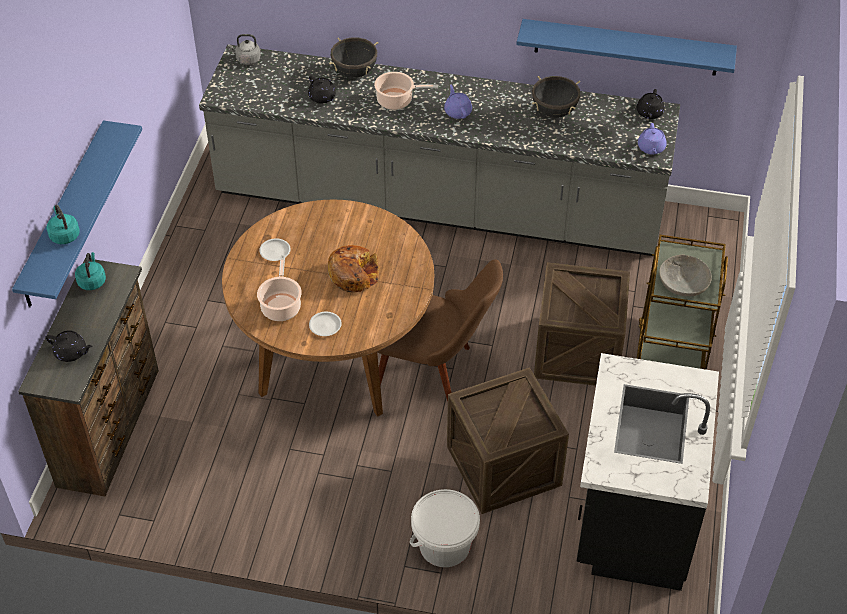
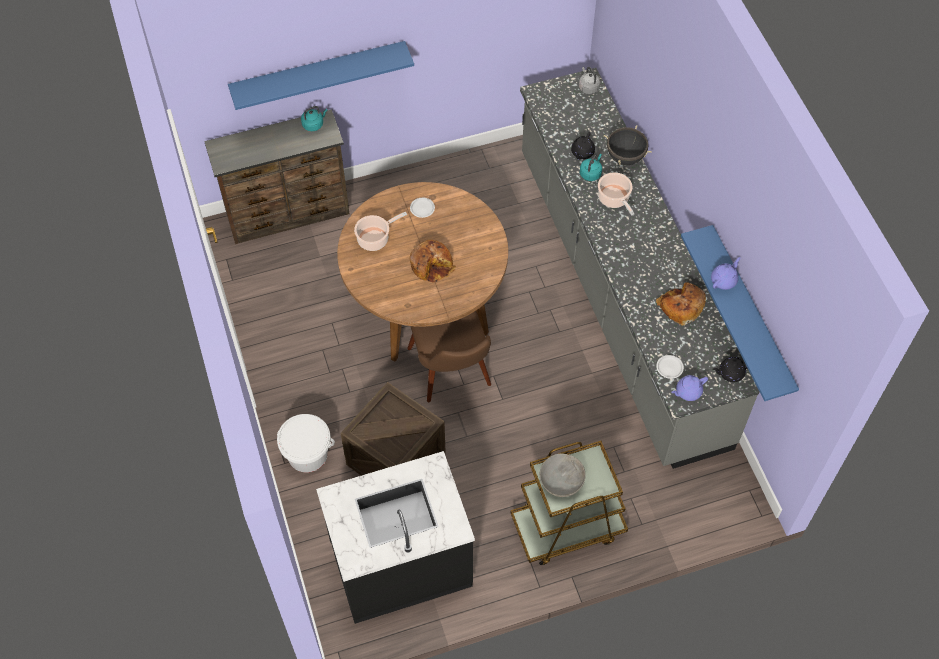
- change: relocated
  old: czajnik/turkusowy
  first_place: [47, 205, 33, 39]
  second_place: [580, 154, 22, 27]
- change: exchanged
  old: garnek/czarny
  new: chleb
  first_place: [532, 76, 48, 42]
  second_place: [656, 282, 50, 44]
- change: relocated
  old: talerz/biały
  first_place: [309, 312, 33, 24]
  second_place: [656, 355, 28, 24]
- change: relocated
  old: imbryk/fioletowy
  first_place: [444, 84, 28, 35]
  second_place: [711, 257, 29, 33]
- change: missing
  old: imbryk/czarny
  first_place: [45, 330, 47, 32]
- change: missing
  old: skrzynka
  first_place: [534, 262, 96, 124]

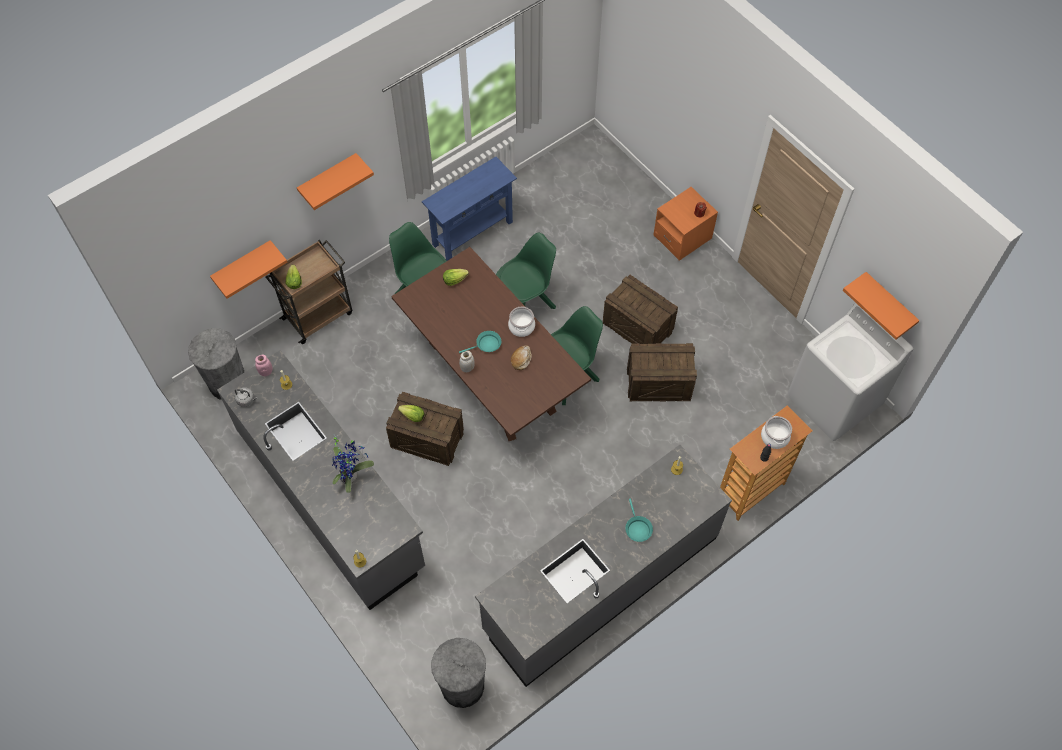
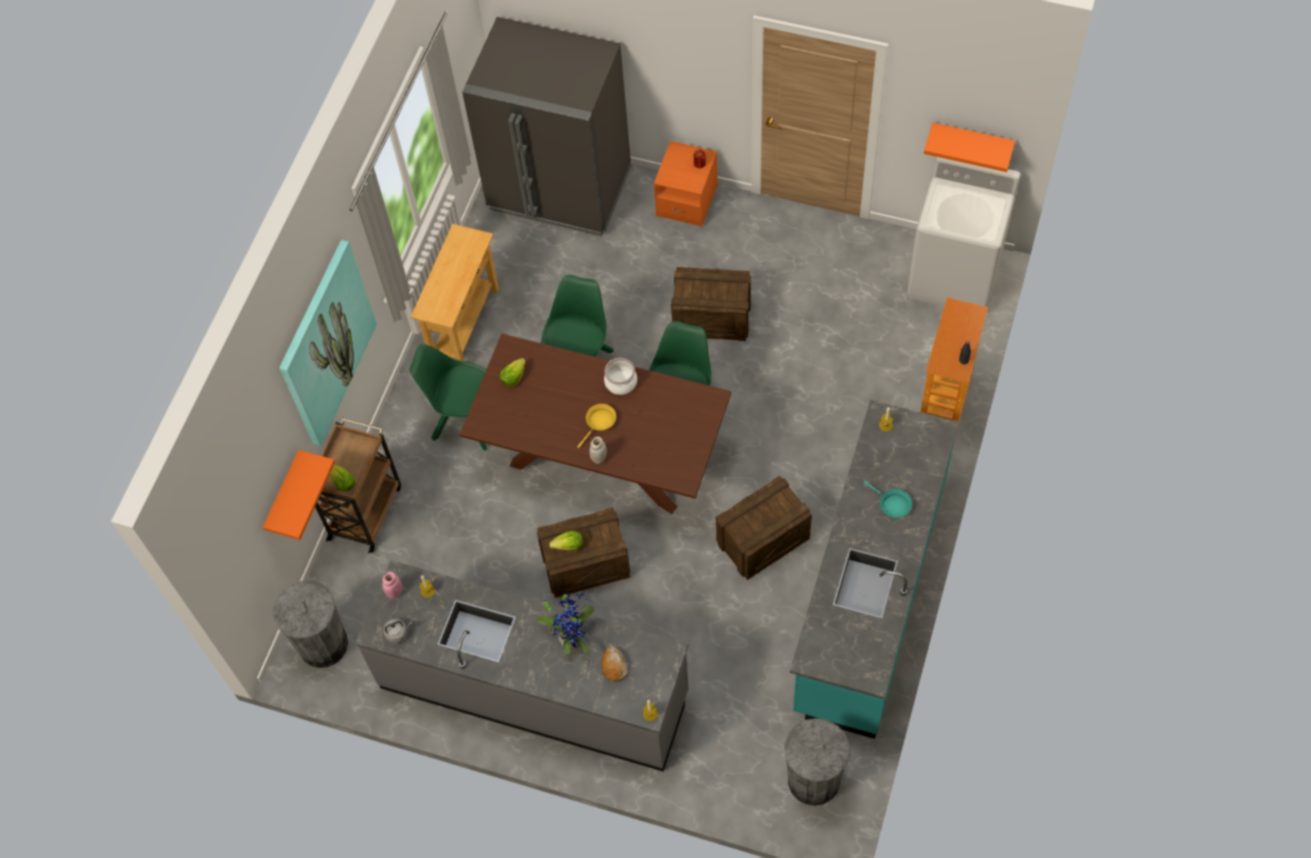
- change: exchanged
  old: półka/pomarańczowy
  new: obraz
  first_place: [297, 153, 77, 57]
  second_place: [279, 240, 98, 206]
- change: colour
  old: stolik konsolowy/niebieski
  new: stolik konsolowy/beżowy
  first_place: [422, 157, 95, 104]
  second_place: [411, 224, 88, 138]
- change: appeared
  new: lodówka/szary
  second_place: [462, 17, 169, 219]
- change: colour
  old: patelnia/turkusowy
  new: patelnia/żółty
  first_place: [459, 331, 42, 22]
  second_place: [577, 404, 39, 44]
- change: relocated
  old: chleb
  first_place: [511, 345, 21, 25]
  second_place: [601, 645, 26, 37]
- change: relocated
  old: skrzynka
  first_place: [627, 343, 70, 58]
  second_place: [716, 475, 96, 105]
- change: colour
  old: zabudowa kuchenna/szary
  new: zabudowa kuchenna/turkusowy
  first_place: [475, 445, 257, 242]
  second_place: [790, 400, 169, 339]
- change: missing
  old: garnek
  first_place: [761, 416, 31, 33]

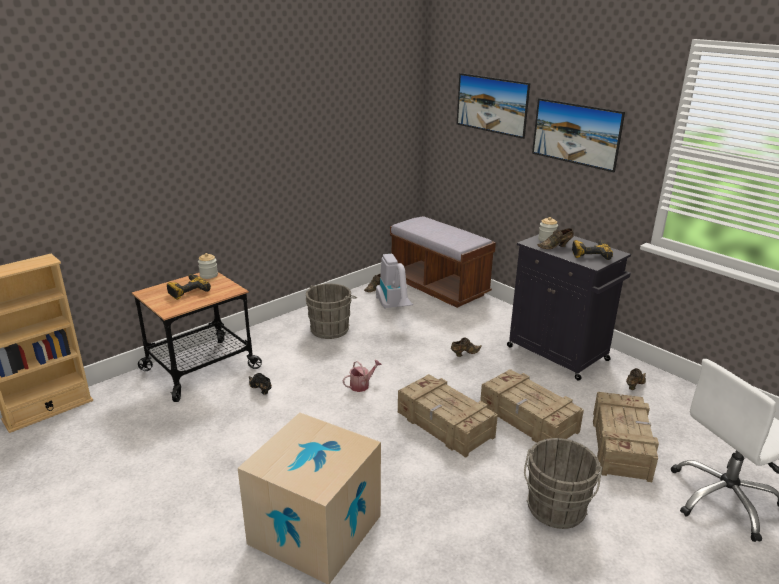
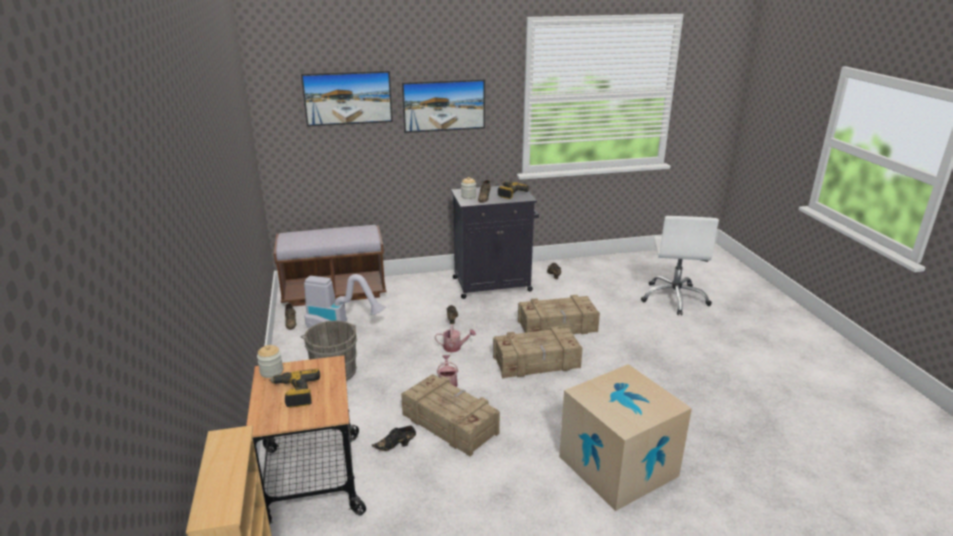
- change: relocated
  old: skrzynka
  first_place: [593, 392, 66, 90]
  second_place: [401, 374, 99, 83]
- change: appeared
  new: konewka
  second_place: [435, 324, 41, 29]
- change: missing
  old: wiadro/szary
  first_place: [524, 438, 78, 91]

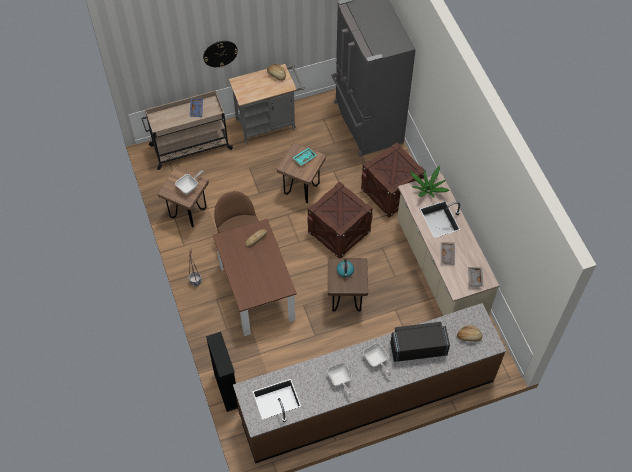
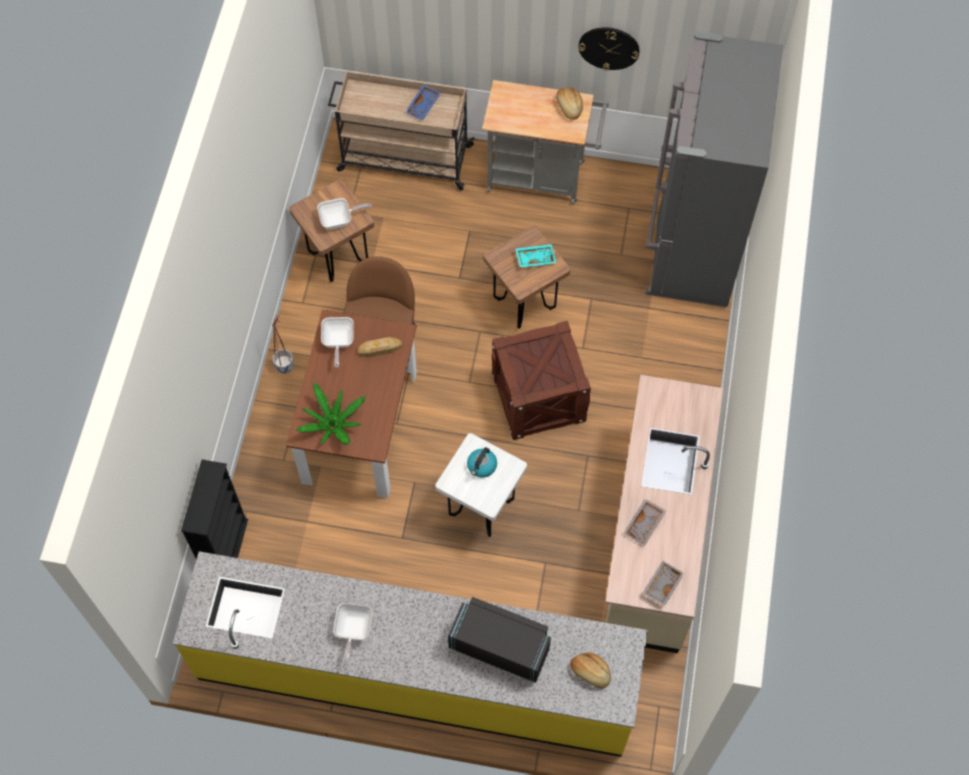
- change: colour
  old: zabudowa kuchenna/brązowy
  new: zabudowa kuchenna/żółty
  first_place: [233, 303, 273, 161]
  second_place: [173, 551, 475, 206]
- change: relocated
  old: roślina doniczkowa
  first_place: [410, 165, 40, 33]
  second_place: [296, 383, 70, 62]
- change: relocated
  old: patelnia
  first_place: [363, 343, 28, 33]
  second_place: [321, 317, 33, 51]
- change: colour
  old: stołek/brązowy
  new: stołek/biały
  first_place: [328, 258, 40, 54]
  second_place: [435, 433, 92, 104]
- change: relocated
  old: zegar ścienny
  first_place: [203, 41, 35, 26]
  second_place: [578, 27, 62, 44]
- change: missing
  old: skrzynka
  first_place: [361, 143, 65, 75]

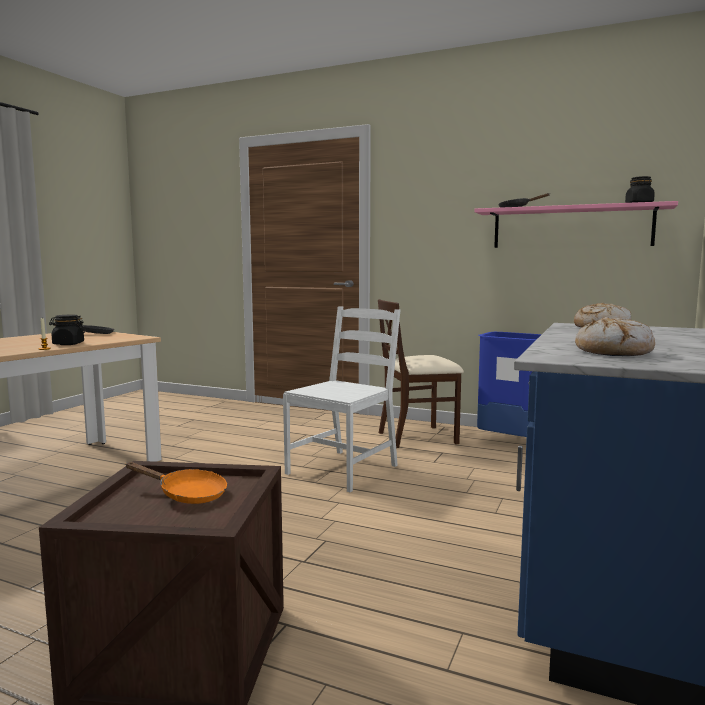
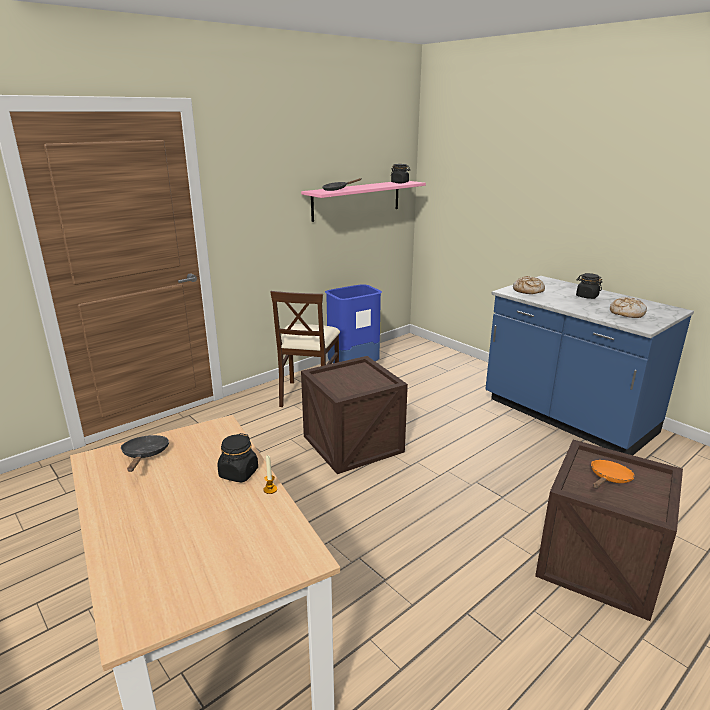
- change: exchanged
  old: krzesło/biały
  new: skrzynka
  first_place: [283, 306, 117, 186]
  second_place: [301, 356, 107, 118]
- change: appeared
  new: słoik/czarny
  second_place: [576, 273, 27, 26]

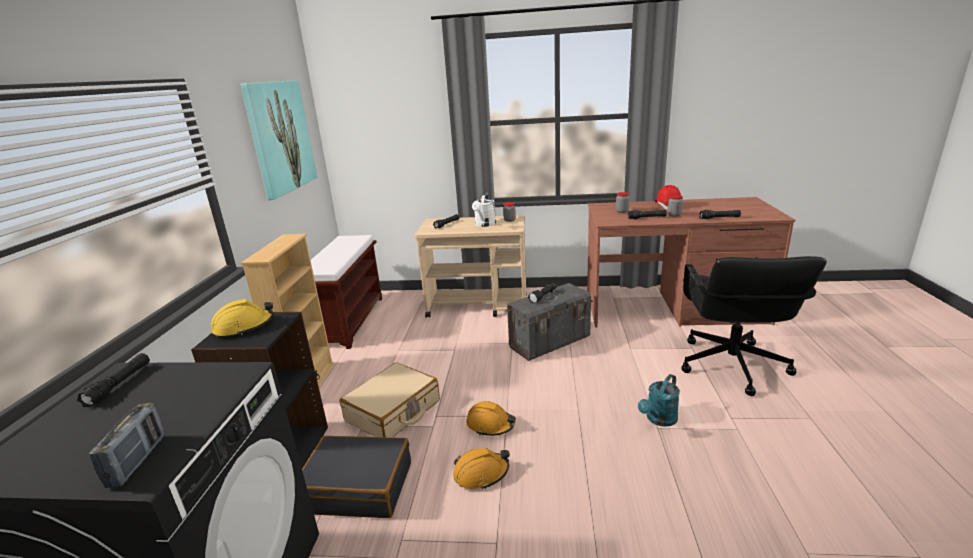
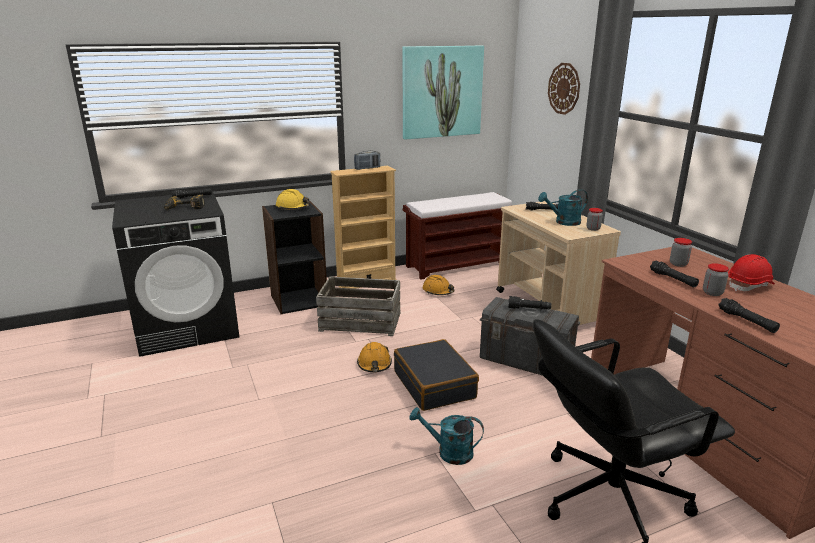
- change: appeared
  new: wiertarka
  second_place: [164, 195, 41, 15]
- change: exchanged
  old: walizka/beżowy
  new: skrzynka
  first_place: [340, 363, 100, 75]
  second_place: [316, 276, 84, 60]
- change: relocated
  old: radio
  first_place: [89, 403, 76, 85]
  second_place: [354, 150, 26, 20]
- change: relocated
  old: walizka/czarny
  first_place: [302, 436, 109, 82]
  second_place: [394, 339, 85, 72]
- change: relocated
  old: kask/pomarańczowy
  first_place: [453, 448, 57, 41]
  second_place: [422, 275, 33, 20]
- change: colour
  old: konewka/biały
  new: konewka/turkusowy
  first_place: [472, 193, 24, 34]
  second_place: [538, 189, 50, 37]
- change: appeared
  new: zegar ścienny
  second_place: [548, 63, 32, 52]

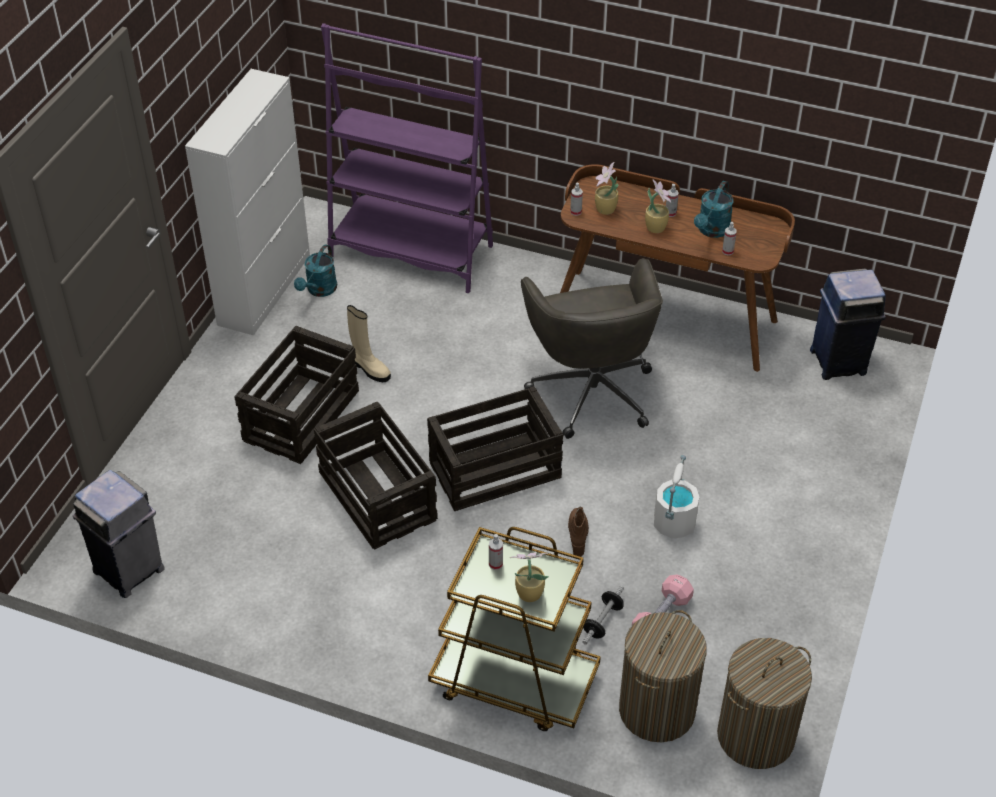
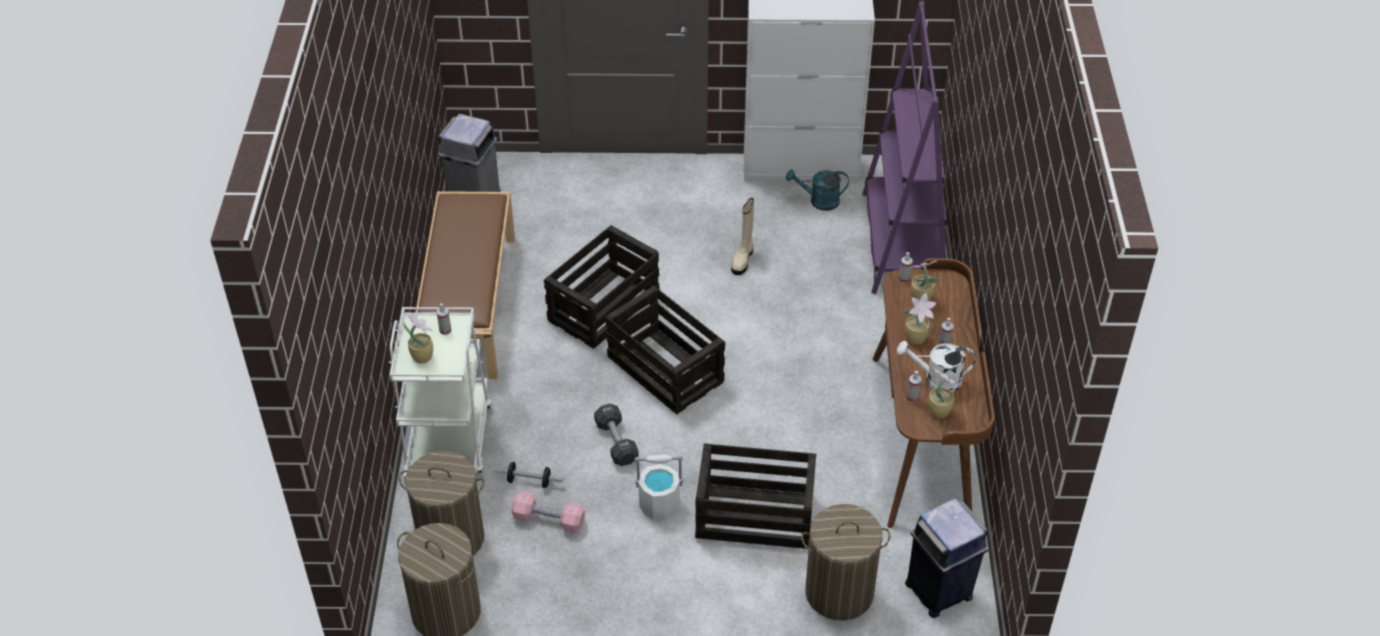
- change: colour
  old: wózek/brązowy
  new: wózek/biały
  first_place: [428, 527, 173, 204]
  second_place: [389, 307, 103, 173]
- change: appeared
  new: ławka/brązowy
  second_place: [416, 191, 99, 188]
- change: exchanged
  old: but z cholewką/brązowy
  new: hantel/czarny
  first_place: [568, 507, 21, 50]
  second_place: [594, 403, 45, 63]
- change: relocated
  old: skrzynka
  first_place: [234, 326, 125, 138]
  second_place: [695, 443, 121, 106]
- change: appeared
  new: kosz na pranie
  second_place: [801, 504, 89, 117]
- change: colour
  old: konewka/turkusowy
  new: konewka/biały
  first_place: [694, 181, 39, 57]
  second_place: [897, 341, 78, 51]
- change: appeared
  new: roślina doniczkowa
  second_place: [927, 368, 31, 51]
- change: missing
  old: krzesło biurowe/szary
  first_place: [521, 258, 142, 181]

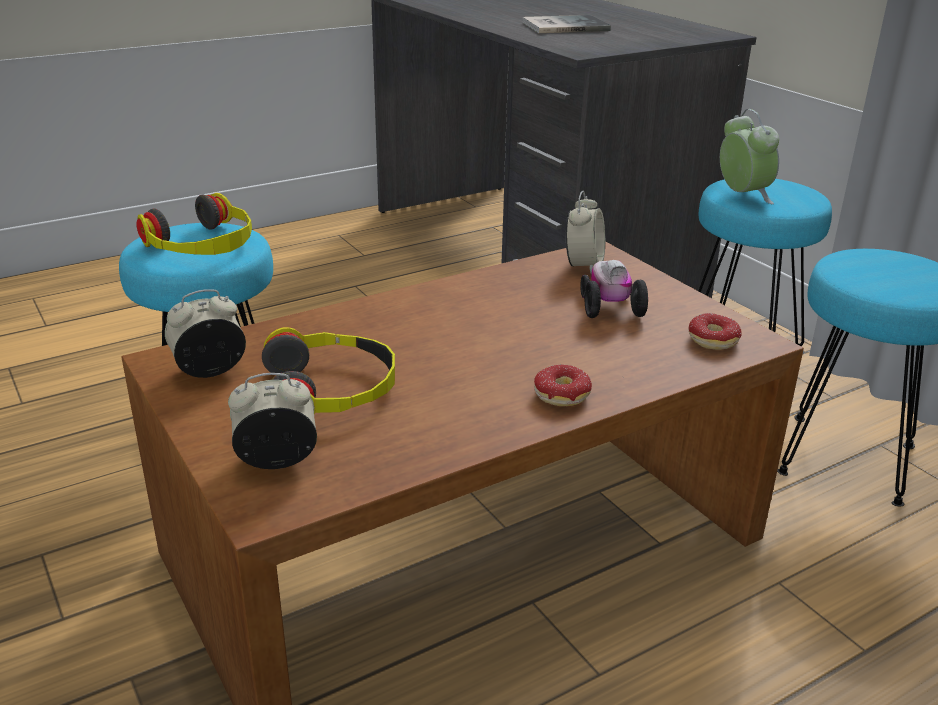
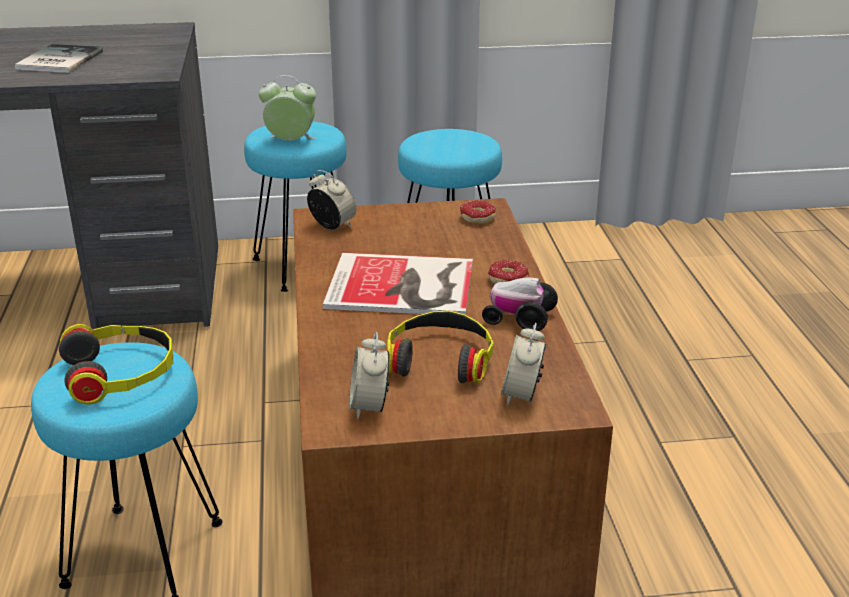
- change: appeared
  new: książka
  second_place: [323, 253, 150, 62]
- change: relocated
  old: samochodzik
  first_place: [580, 260, 68, 58]
  second_place: [482, 277, 76, 54]

